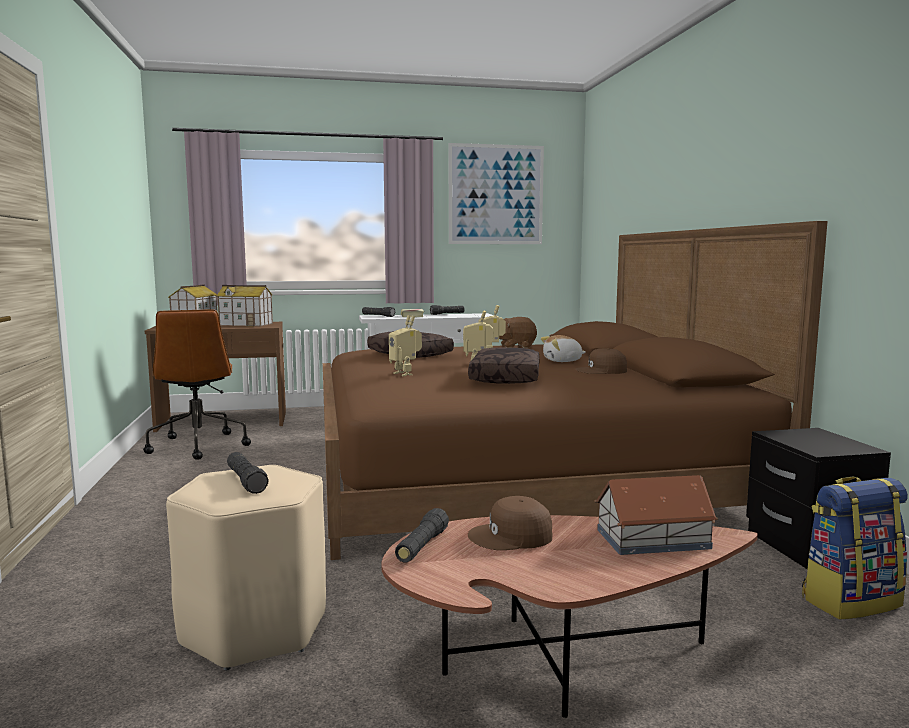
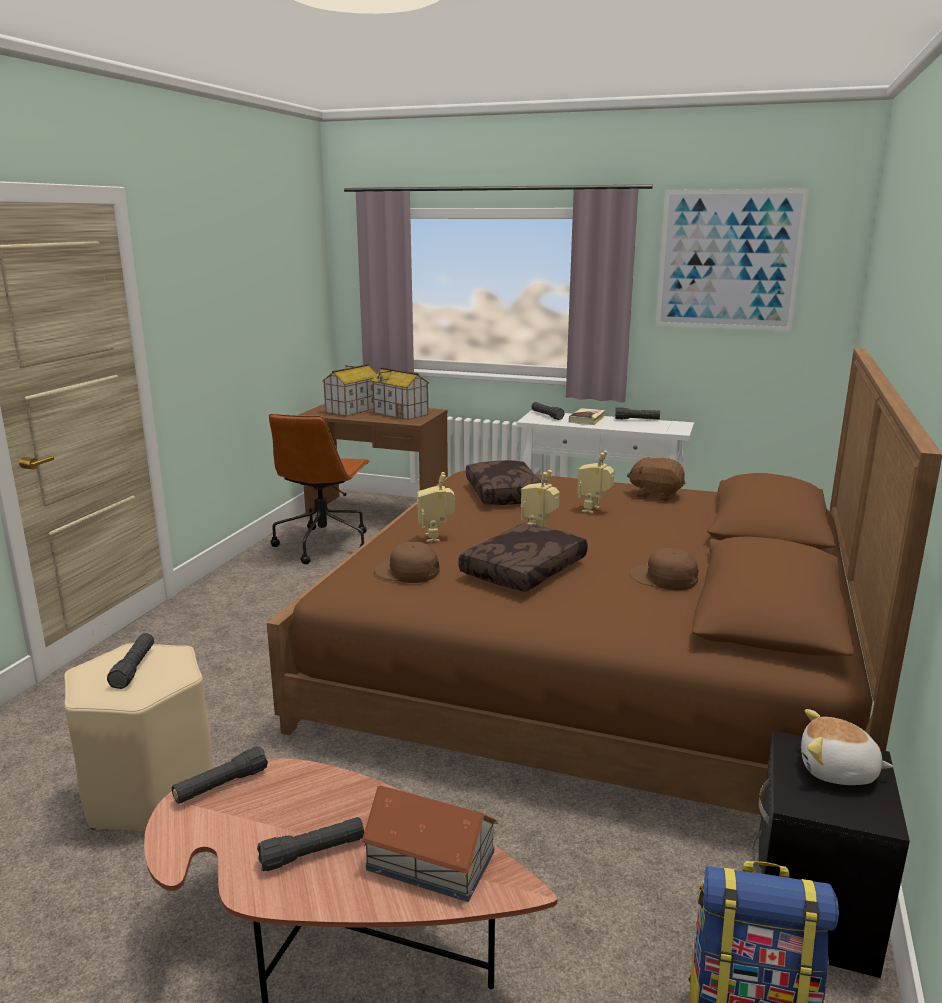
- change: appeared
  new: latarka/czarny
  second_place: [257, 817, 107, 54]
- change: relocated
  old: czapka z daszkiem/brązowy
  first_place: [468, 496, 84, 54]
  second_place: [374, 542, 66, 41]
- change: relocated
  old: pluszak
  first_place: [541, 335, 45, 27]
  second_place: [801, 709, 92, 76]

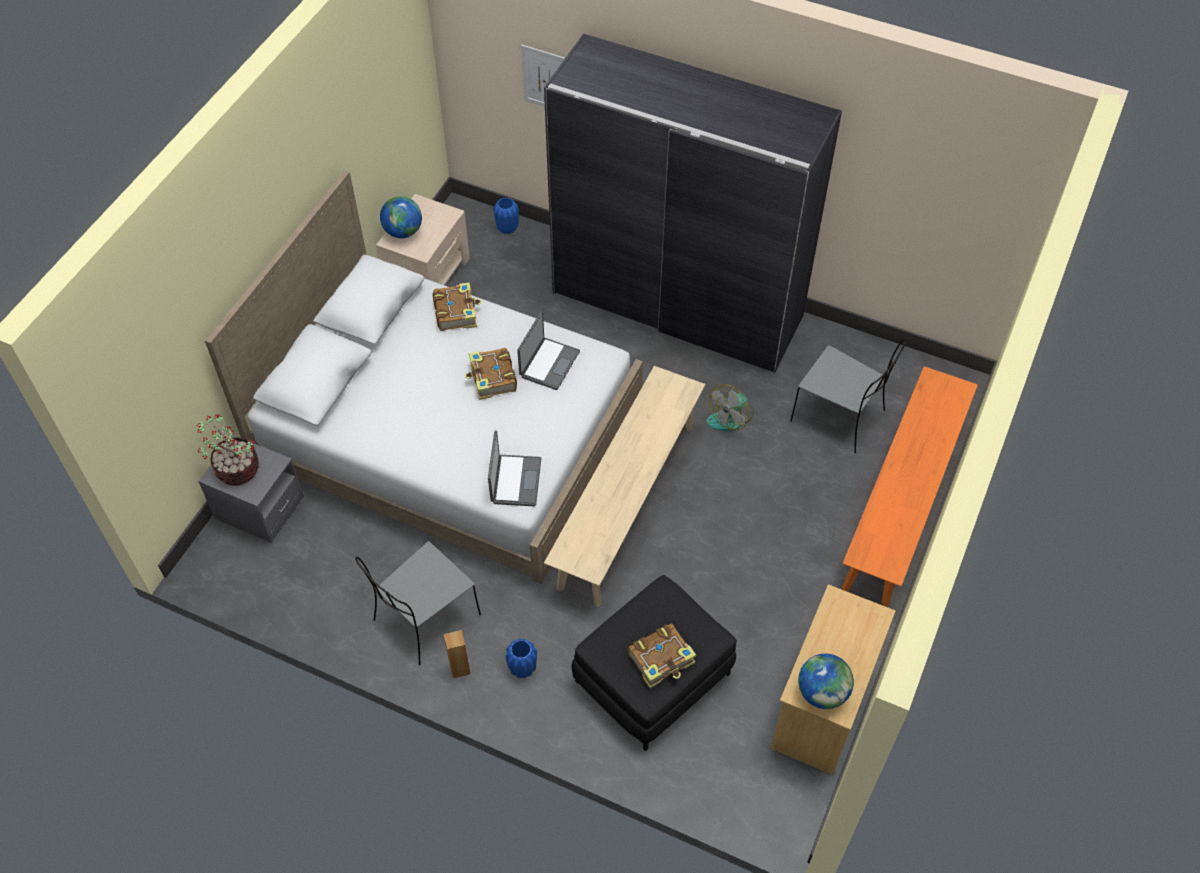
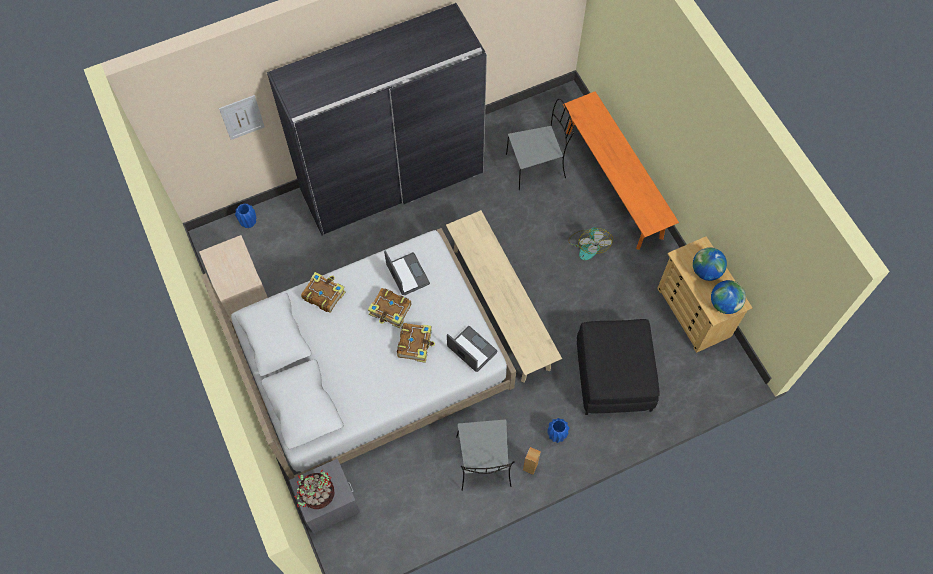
- change: relocated
  old: książka
  first_place: [628, 623, 68, 65]
  second_place: [397, 323, 38, 40]
- change: relocated
  old: wentylator
  first_place: [706, 384, 48, 47]
  second_place: [568, 227, 45, 33]
- change: relocated
  old: globus
  first_place: [380, 196, 42, 42]
  second_place: [693, 247, 34, 34]

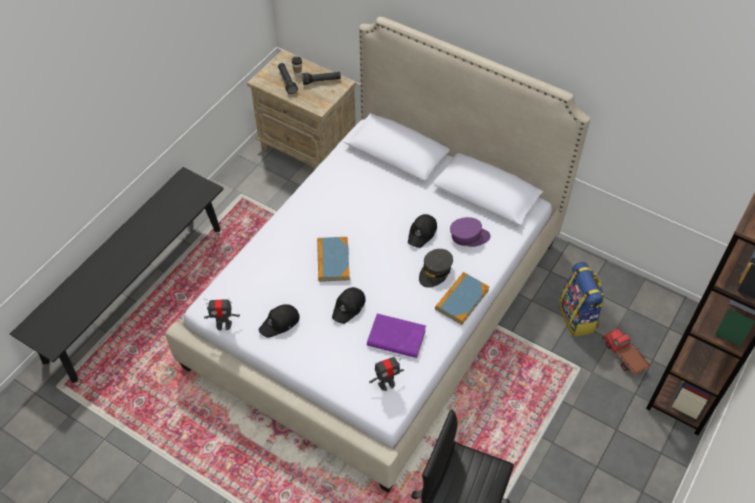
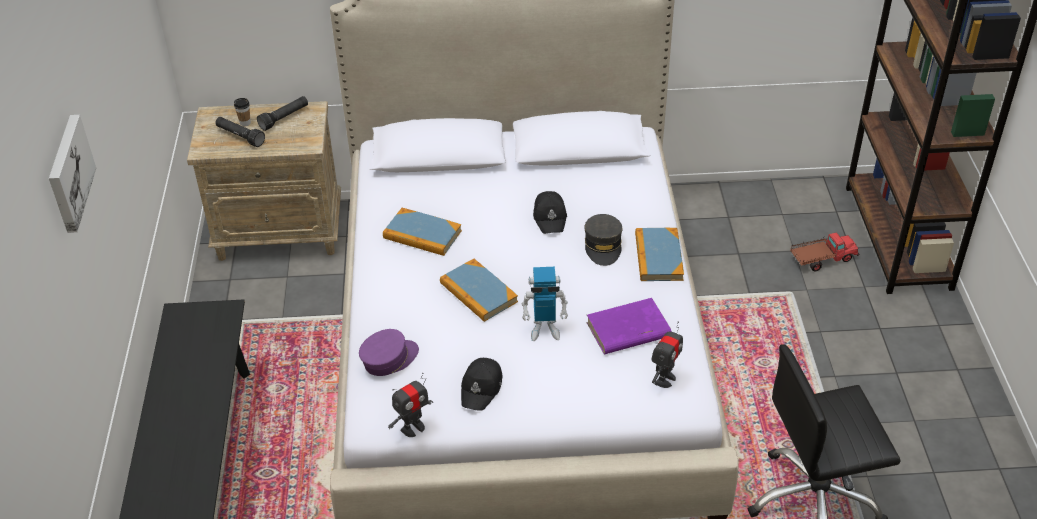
- change: appeared
  new: obraz
  second_place: [49, 115, 47, 118]
- change: relocated
  old: czapka z daszkiem/fioletowy
  first_place: [450, 217, 41, 30]
  second_place: [359, 329, 60, 47]
- change: appeared
  new: książka
  second_place: [383, 208, 79, 48]
- change: exchanged
  old: czapka z daszkiem/czarny
  new: robot zabawkowy
  first_place: [332, 287, 34, 37]
  second_place: [522, 267, 46, 74]
- change: spun
  old: ciężarówka zabawkowa
  first_place: [602, 329, 49, 46]
  second_place: [790, 232, 69, 39]
  degrees: 135
- change: missing
  old: plecak
  first_place: [559, 262, 46, 74]

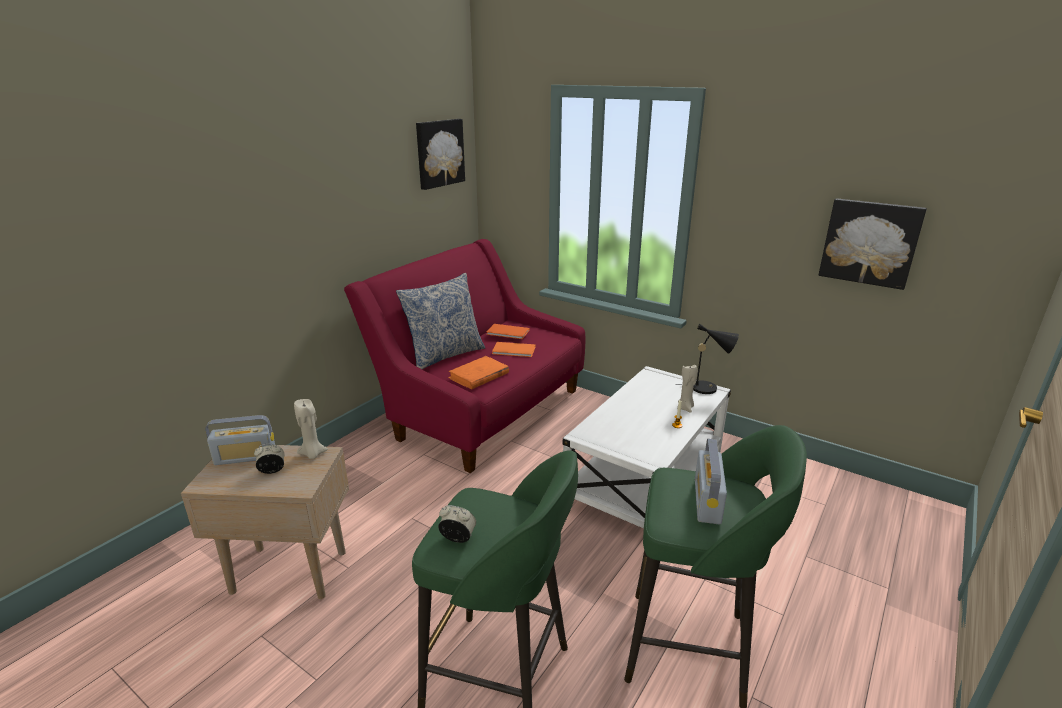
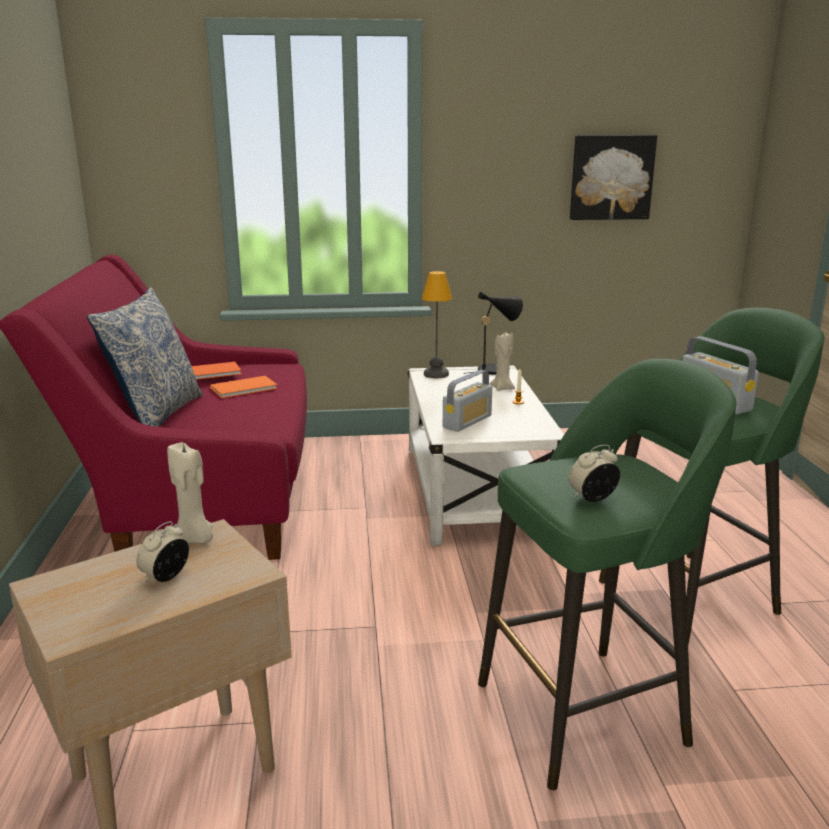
- change: appeared
  new: lampa stołowa
  second_place: [422, 271, 30, 107]
- change: relocated
  old: radio
  first_place: [205, 415, 70, 50]
  second_place: [443, 370, 49, 62]
- change: missing
  old: obraz
  first_place: [416, 119, 49, 71]
- change: missing
  old: książka/pomarańczowy
  first_place: [448, 356, 61, 34]

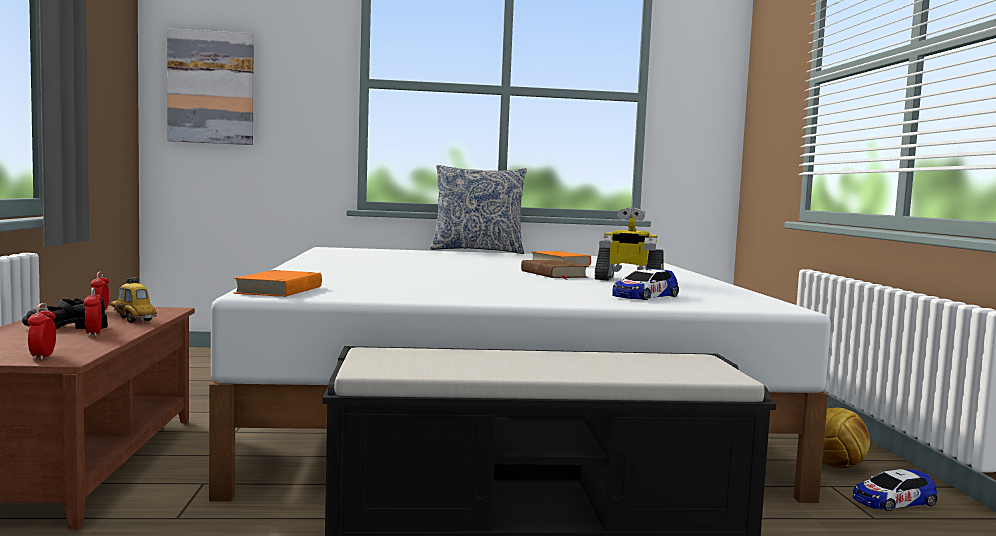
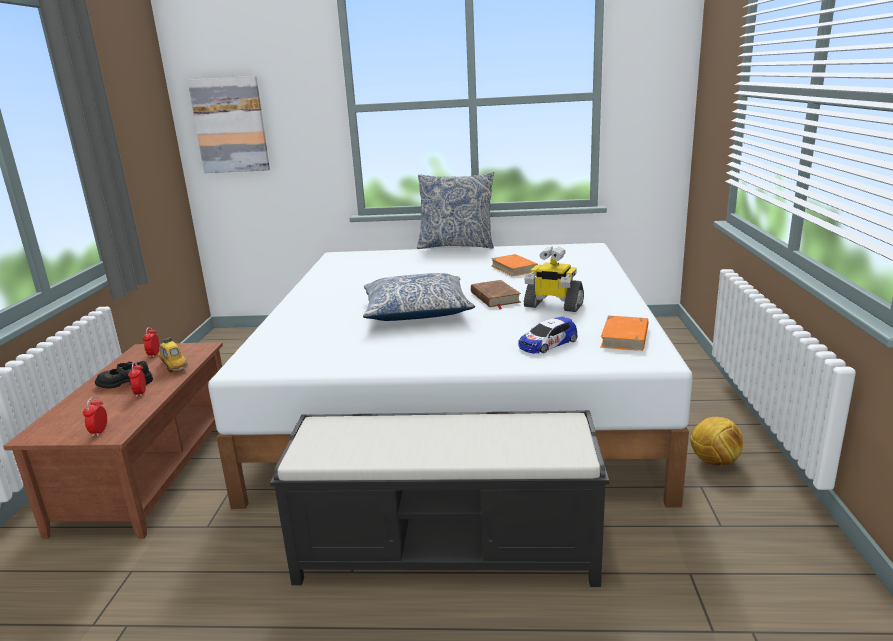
- change: appeared
  new: poduszka
  second_place: [363, 273, 112, 48]
- change: relocated
  old: książka/pomarańczowy
  first_place: [234, 270, 88, 27]
  second_place: [600, 316, 48, 35]
- change: missing
  old: samochodzik
  first_place: [853, 469, 84, 42]

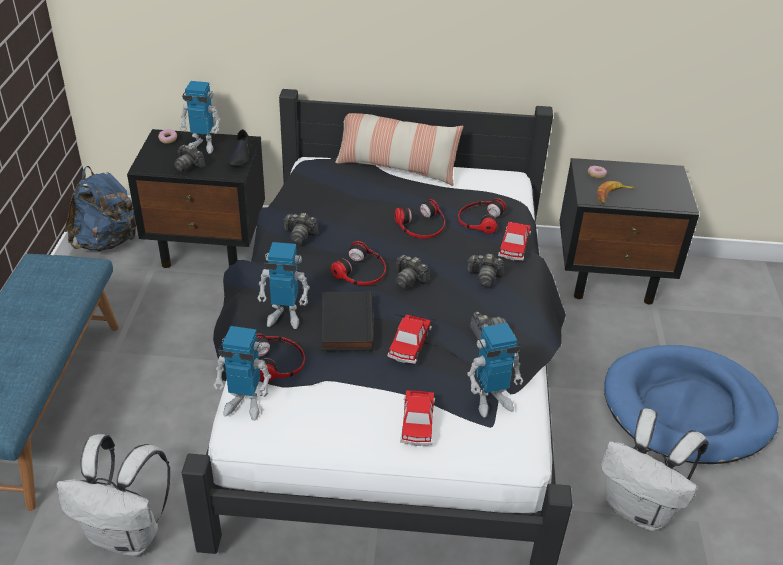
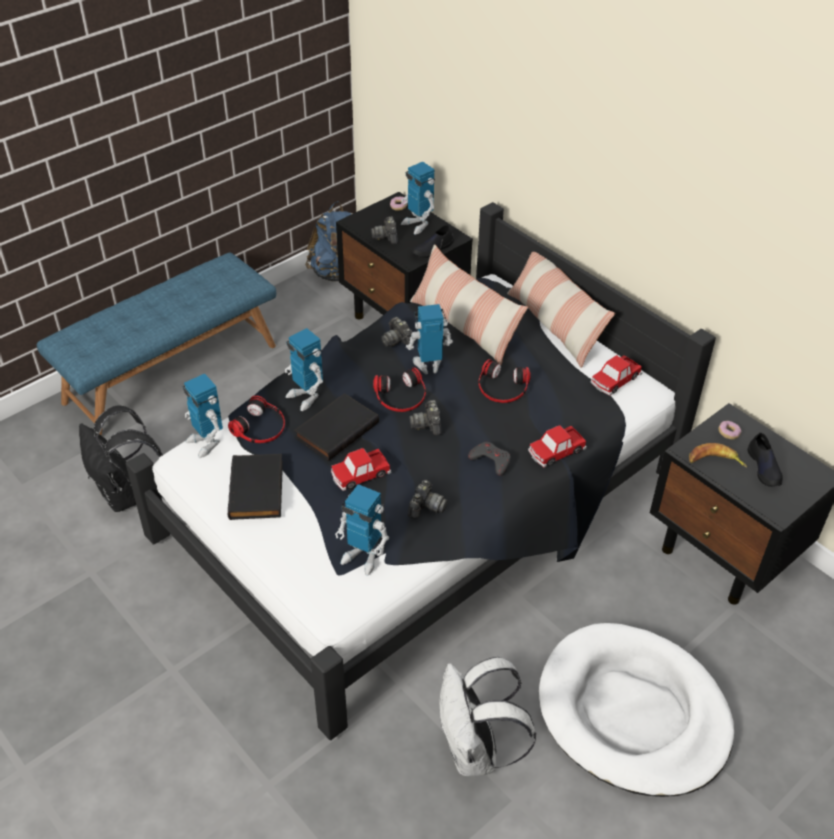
- change: colour
  old: plecak/biały
  new: plecak/czarny
  first_place: [56, 434, 115, 122]
  second_place: [79, 405, 85, 107]
- change: appeared
  new: książka/czarny
  second_place: [228, 454, 55, 66]
- change: appeared
  new: robot zabawkowy
  second_place: [406, 304, 47, 70]
- change: appeared
  new: poduszka
  second_place: [410, 244, 118, 122]
- change: exchanged
  old: aparat fotograficzny
  new: pad do gier/szary
  first_place: [467, 254, 37, 33]
  second_place: [468, 442, 43, 34]
- change: colour
  old: legowisko/niebieski
  new: legowisko/biały
  first_place: [604, 345, 175, 119]
  second_place: [539, 623, 195, 174]
- change: relocated
  old: samochodzik
  first_place: [400, 390, 35, 56]
  second_place: [590, 355, 52, 41]
- change: appeared
  new: but/czarny
  second_place: [748, 433, 35, 54]
- change: missing
  old: słuchawki
  first_place: [458, 198, 48, 36]

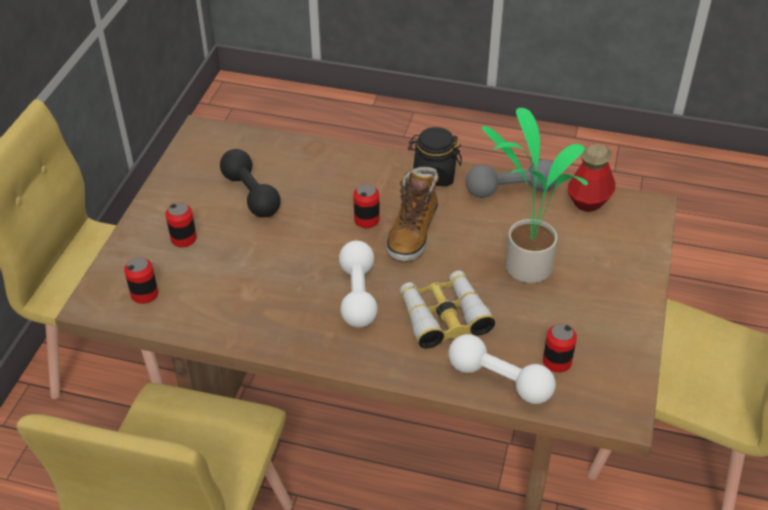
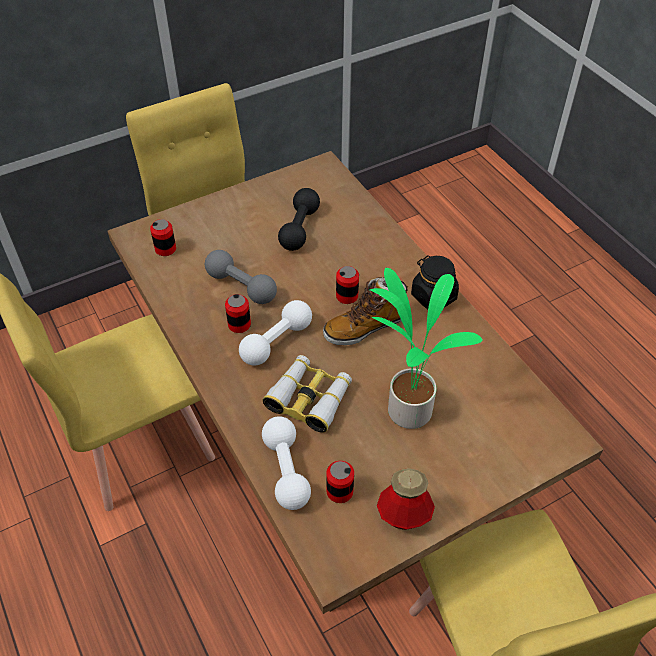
- change: relocated
  old: hantel/szary
  first_place: [466, 159, 94, 39]
  second_place: [205, 250, 72, 54]
- change: relocated
  old: puszka
  first_place: [165, 202, 32, 45]
  second_place: [225, 294, 26, 39]
- change: relocated
  old: butelka
  first_place: [567, 144, 49, 68]
  second_place: [377, 468, 58, 62]

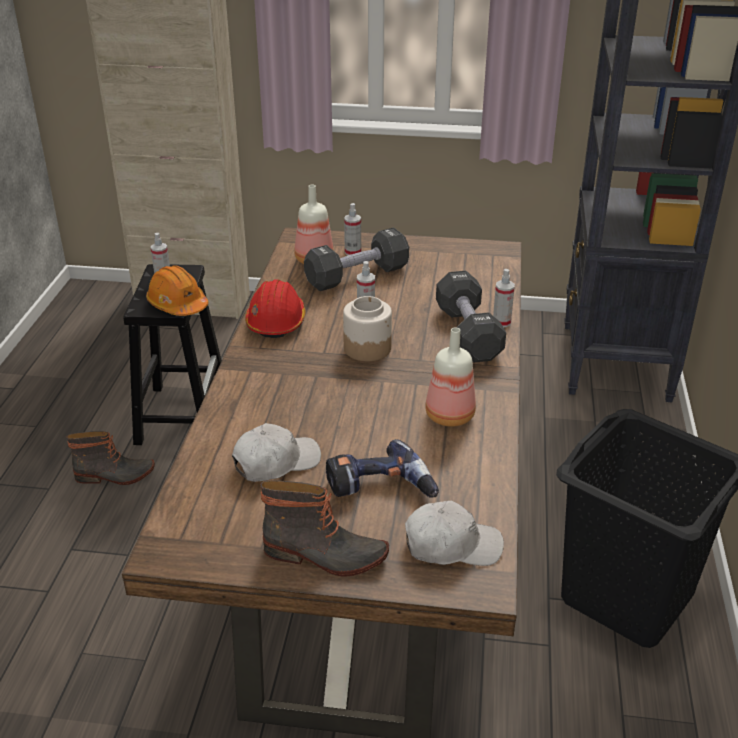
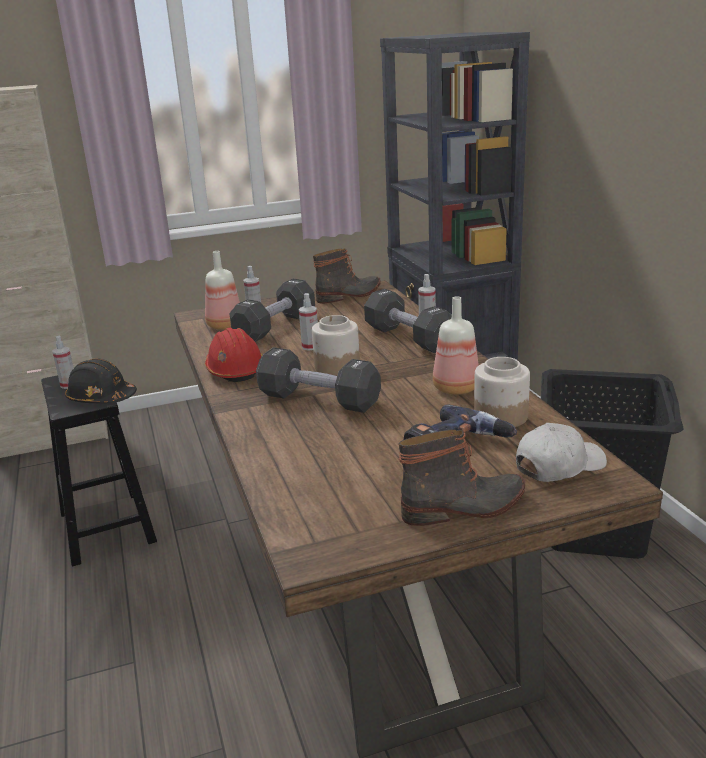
- change: colour
  old: kask/pomarańczowy
  new: kask/czarny
  first_place: [146, 265, 62, 51]
  second_place: [65, 358, 72, 45]
- change: appeared
  new: hantel/czarny
  second_place: [256, 347, 125, 66]
- change: relocated
  old: but z cholewką
  first_place: [67, 431, 88, 54]
  second_place: [313, 248, 67, 56]
- change: appeared
  new: słoik
  second_place: [474, 357, 56, 70]
- change: missing
  old: czapka z daszkiem/biały
  first_place: [232, 423, 89, 59]

